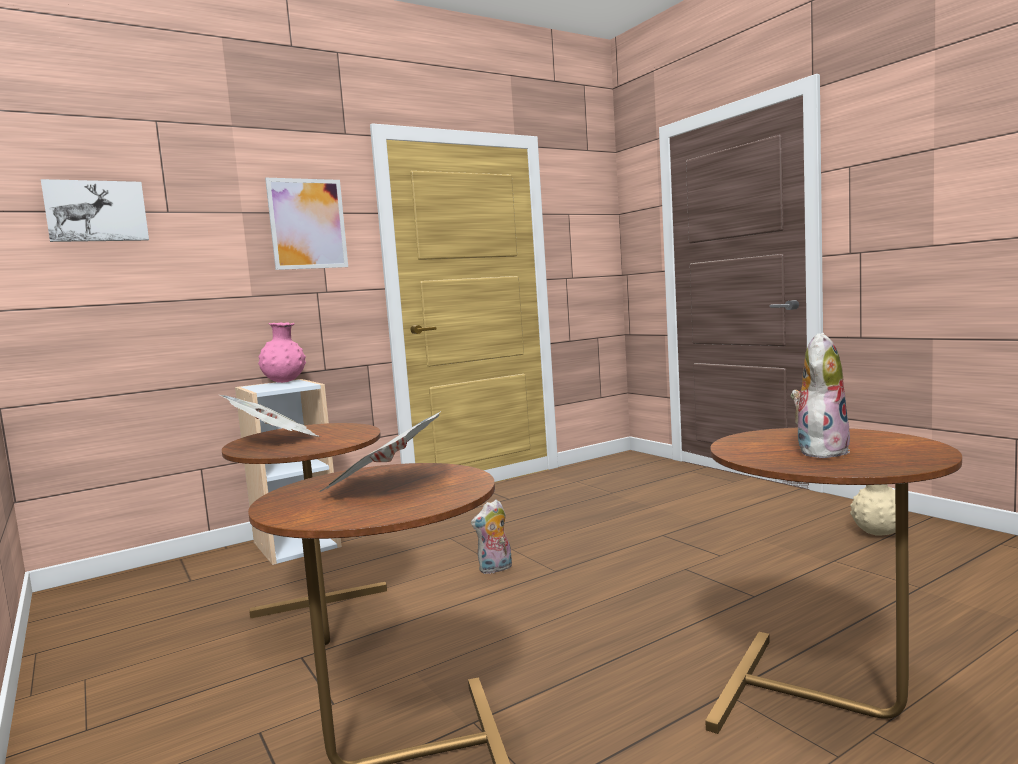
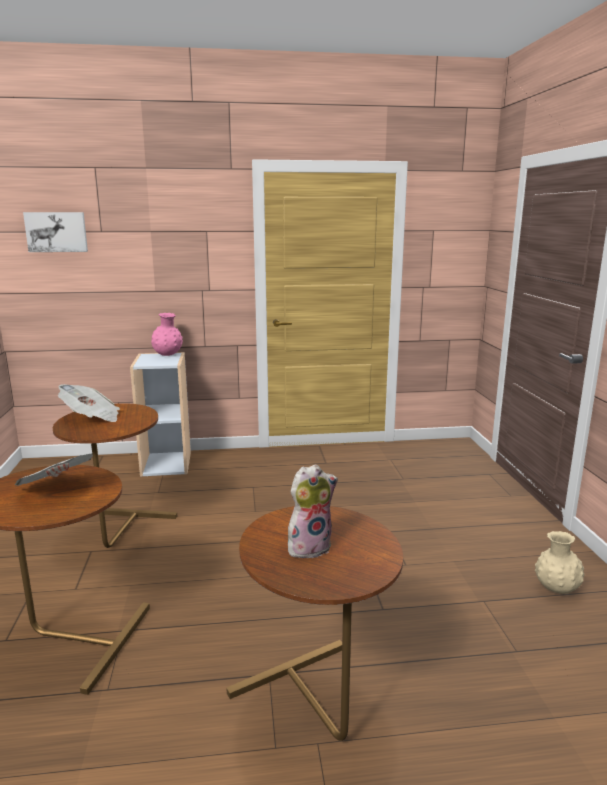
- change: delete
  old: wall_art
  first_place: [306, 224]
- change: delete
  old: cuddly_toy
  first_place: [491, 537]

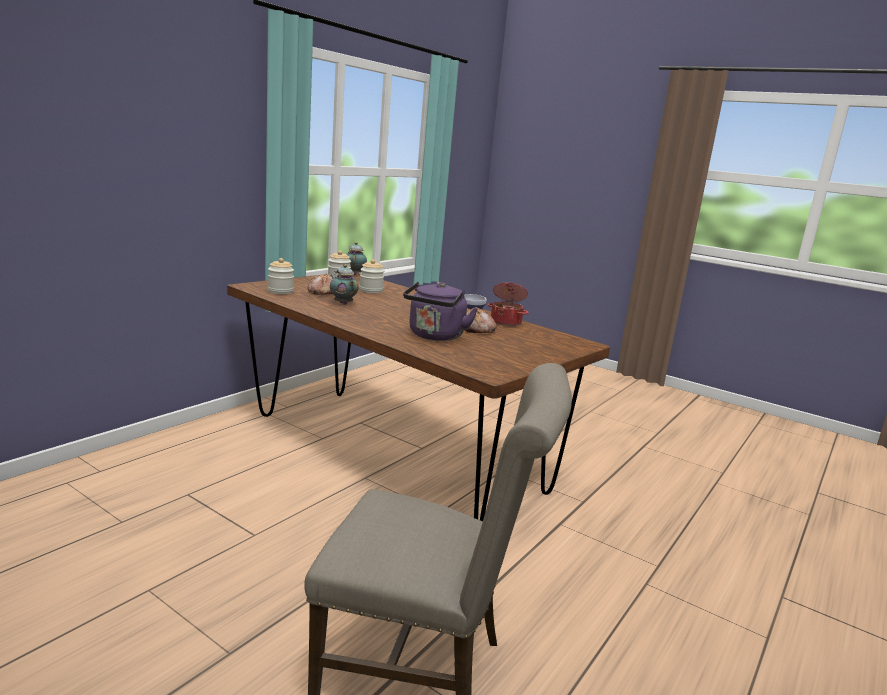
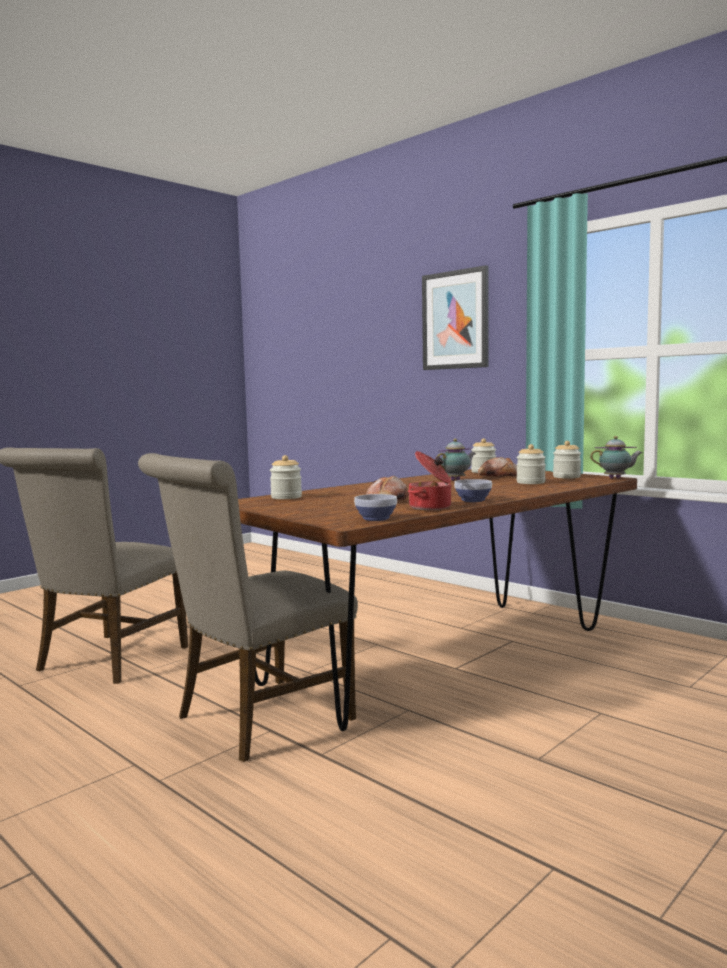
- change: delete
  old: purple_kettle
  first_place: [440, 311]
- change: insert
  new: beige_plain_chair
  second_place: [248, 607]
- change: insert
  new: storage_jar
  second_place: [286, 477]
- change: insert
  new: deep_dish
  second_place: [375, 507]
- change: insert
  new: wall_art
  second_place: [455, 317]

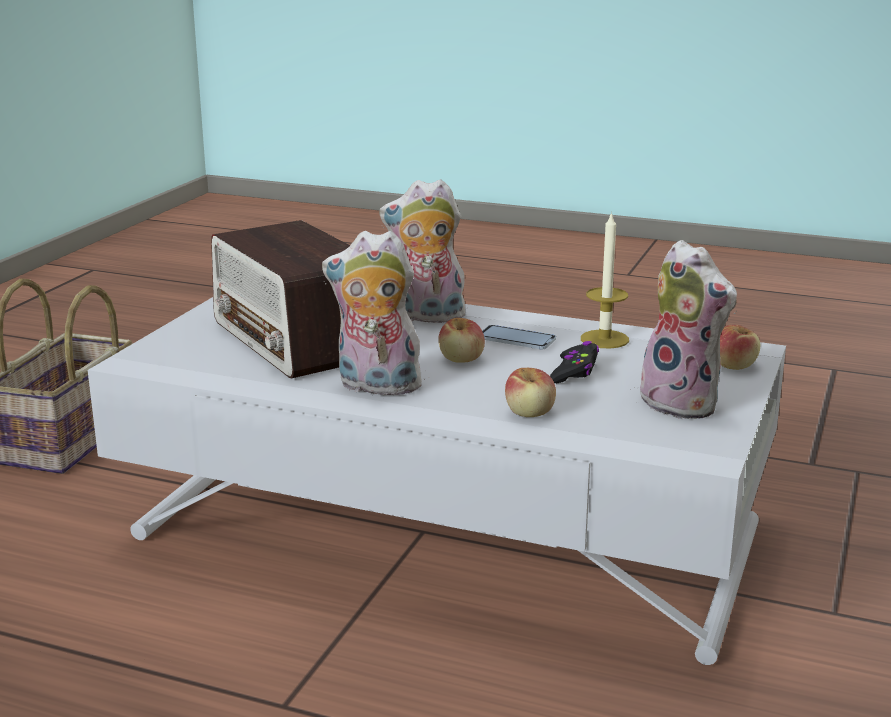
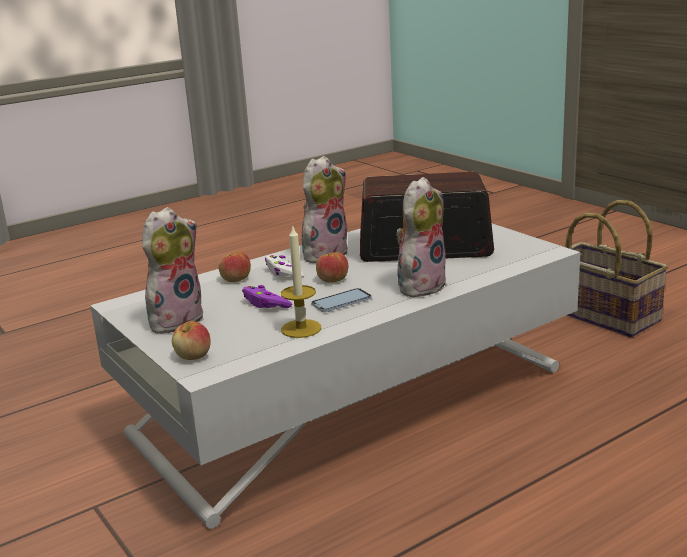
- change: recolor
  old: blackish_gamepad
  new: purple_gamepad
  first_place: [574, 362]
  second_place: [267, 296]
- change: rotate
  old: cuddly_toy
  first_place: [688, 329]
  second_place: [173, 270]
  degrees: 135
- change: insert
  new: white_gamepad
  second_place: [284, 266]

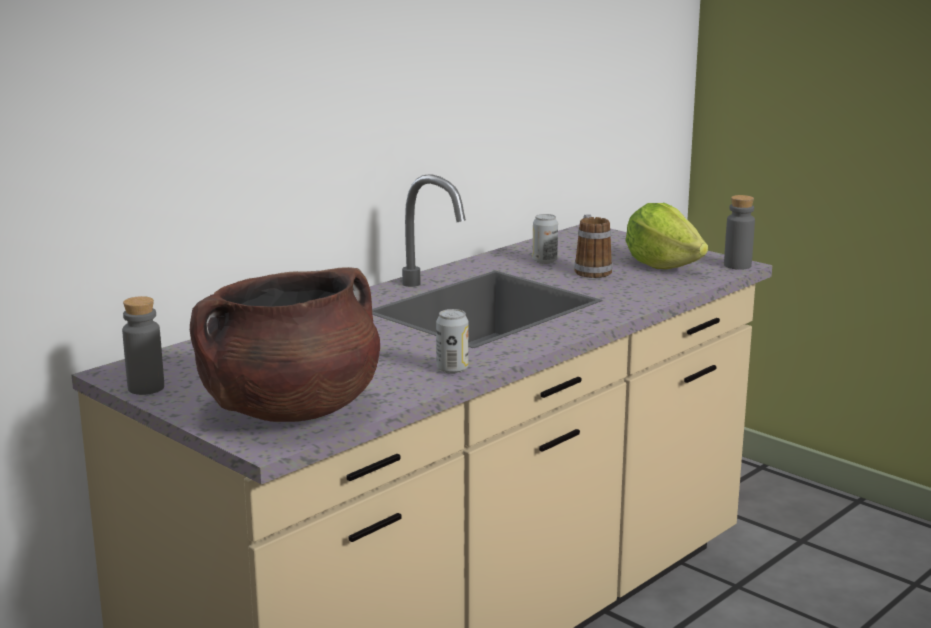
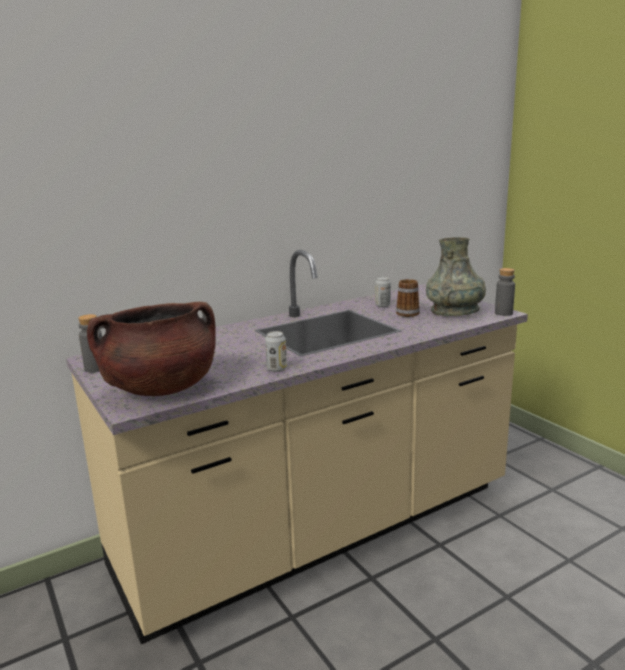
- change: replace
  old: lettuce_head
  new: greyish_decorative_vase
  first_place: [667, 236]
  second_place: [456, 276]

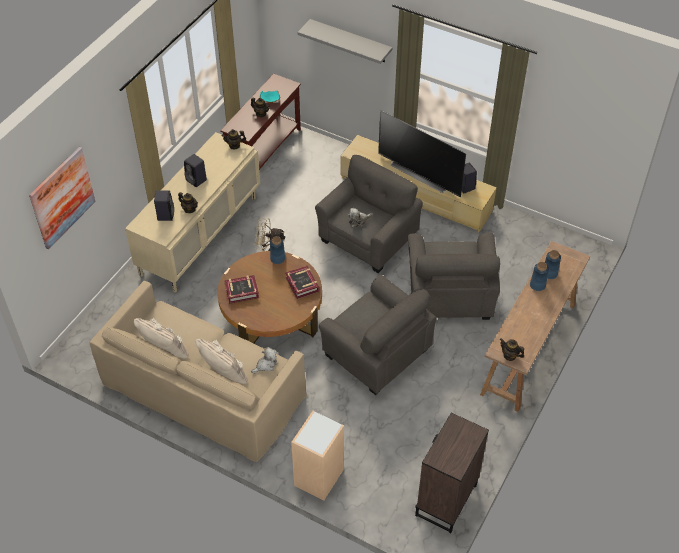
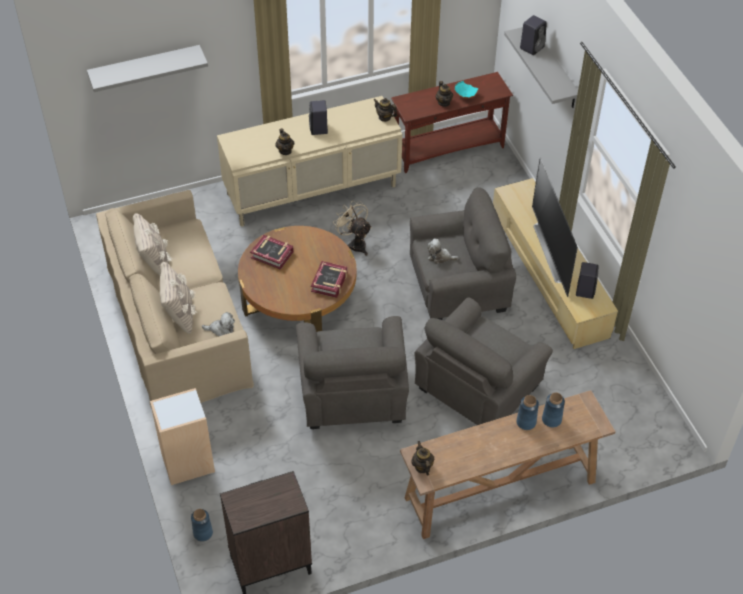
- change: replace
  old: wall_art
  new: greyish_bracket_shelf
  first_place: [62, 198]
  second_place: [147, 68]
- change: move
  old: blackish_loudspeaker
  first_place: [164, 206]
  second_place: [533, 35]
- change: move
  old: bluish_decorative_vase
  first_place: [277, 250]
  second_place: [202, 525]

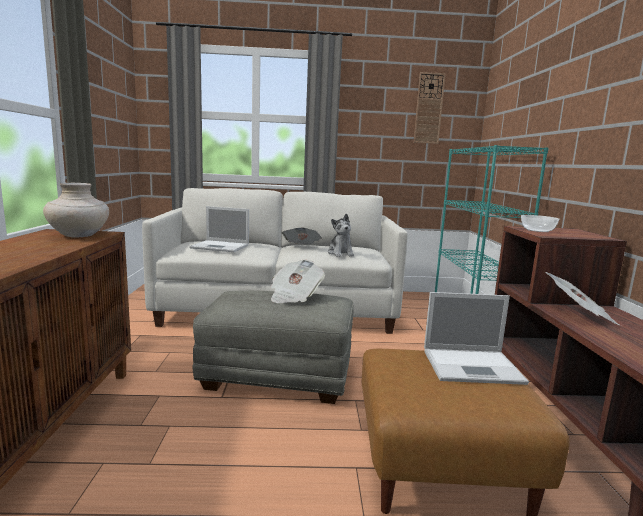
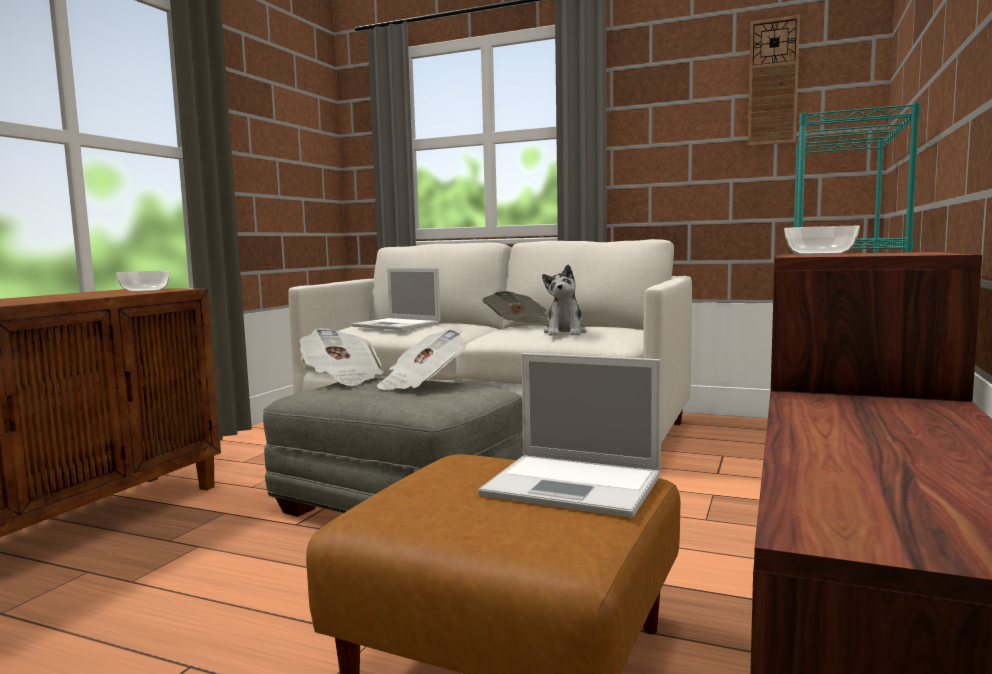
- change: replace
  old: beige_decorative_vase
  new: deep_dish
  first_place: [76, 210]
  second_place: [143, 281]
- change: move
  old: printed_paper
  first_place: [583, 299]
  second_place: [342, 357]

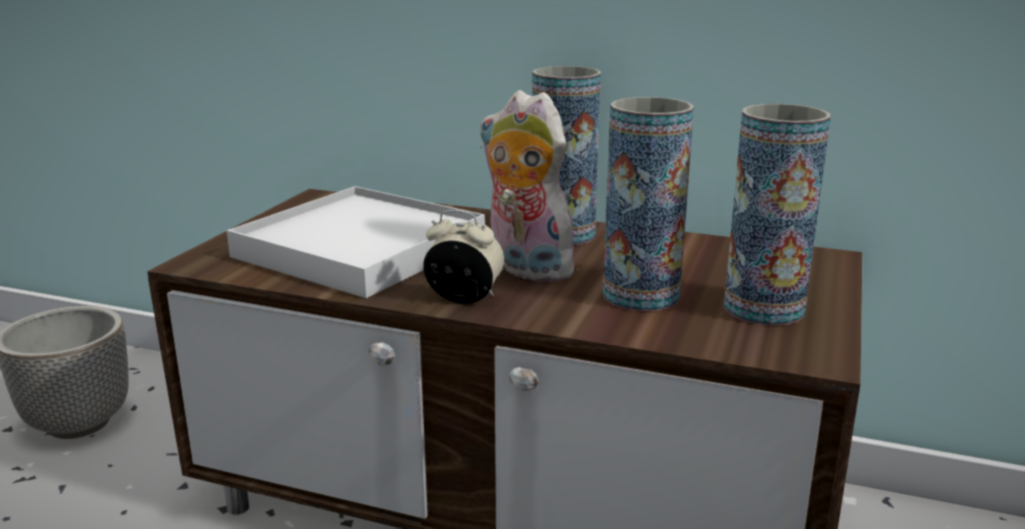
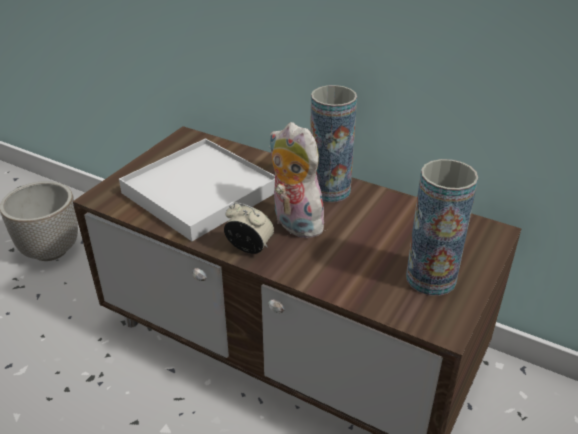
- change: delete
  old: decorative_vase
  first_place: [648, 204]

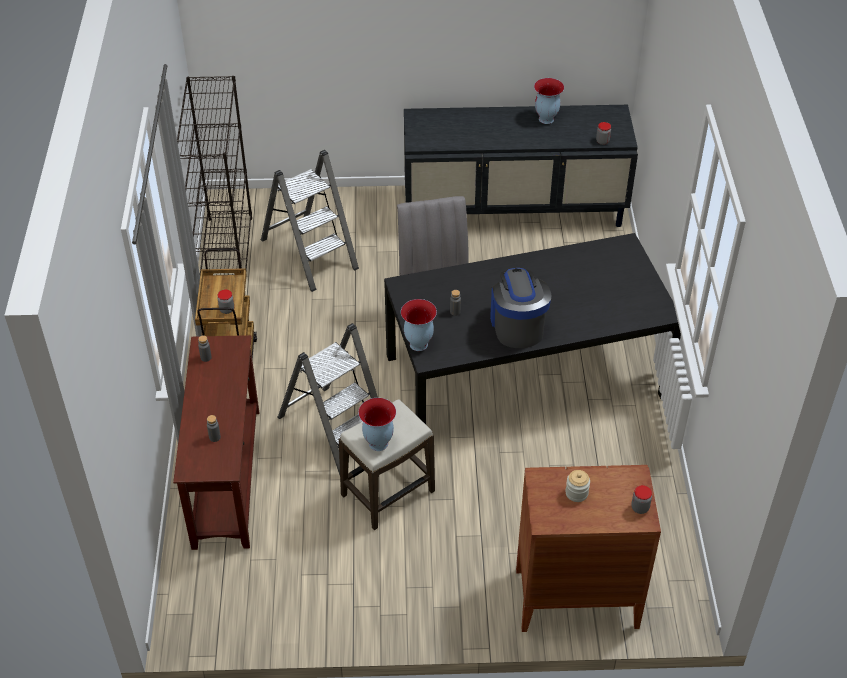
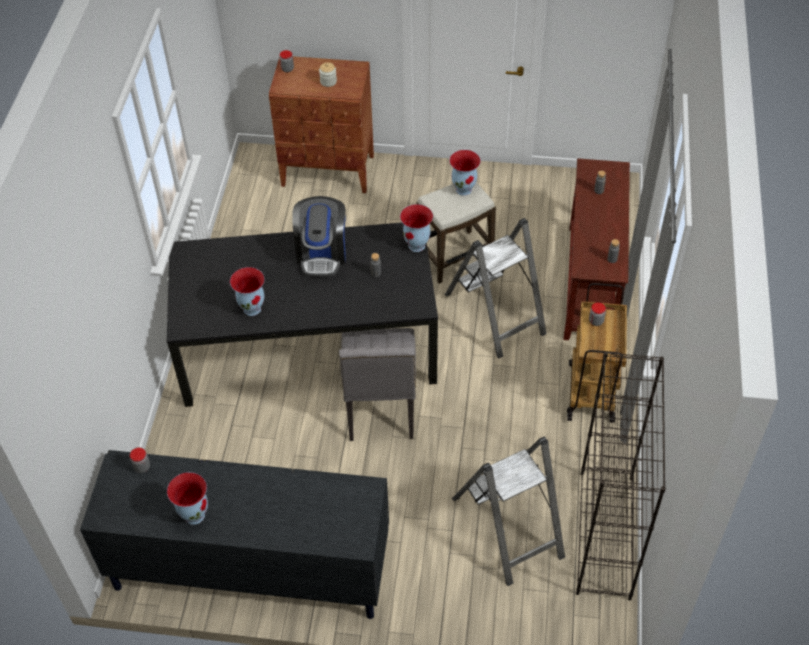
- change: insert
  new: decorative_vase
  second_place: [247, 291]

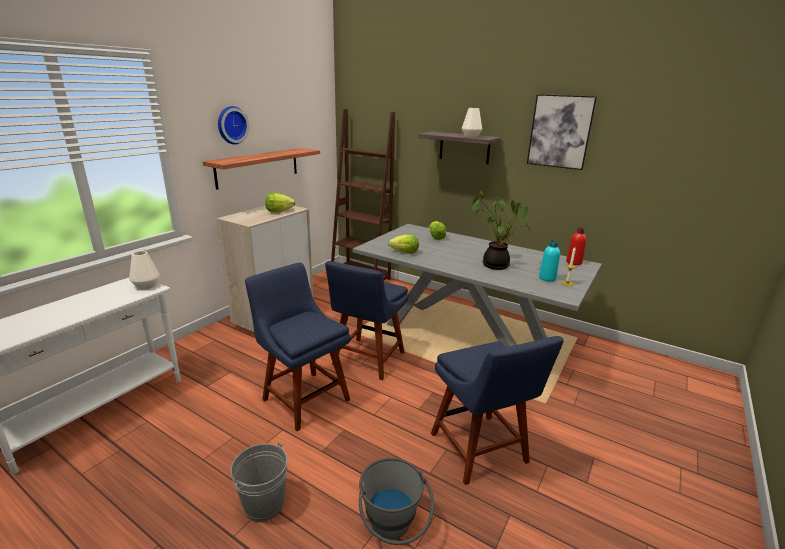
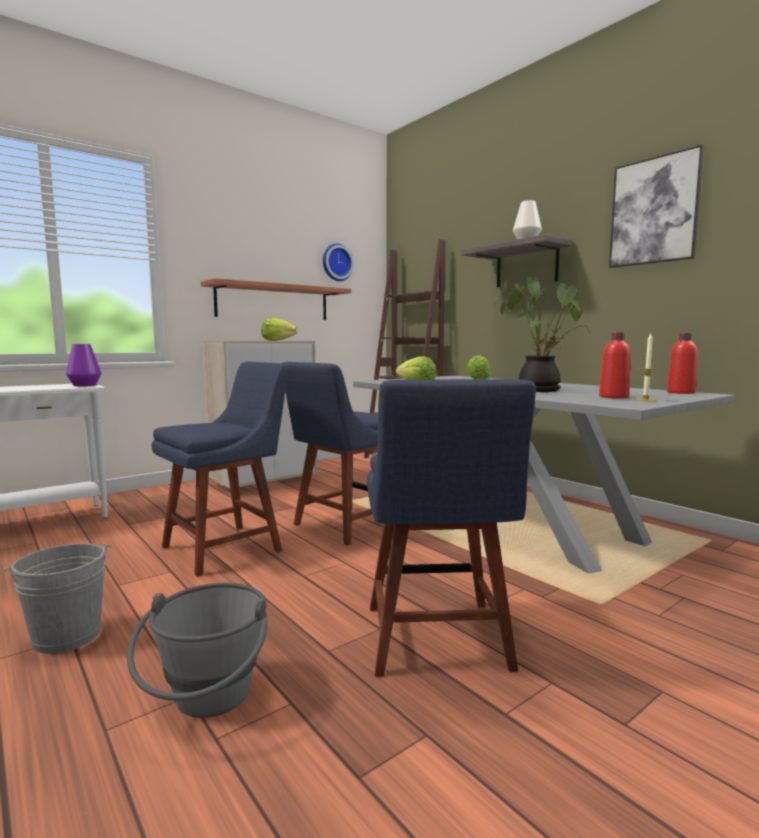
- change: recolor
  old: white_decorative_vase
  new: purple_decorative_vase
  first_place: [144, 270]
  second_place: [84, 365]
- change: move
  old: wall_clock
  first_place: [233, 125]
  second_place: [338, 262]
- change: rotate
  old: bluish_plain_chair
  first_place: [298, 347]
  second_place: [220, 469]
  degrees: 75
- change: recolor
  old: turquoise_beverage_bottle
  new: reddish_beverage_bottle
  first_place: [549, 261]
  second_place: [615, 365]

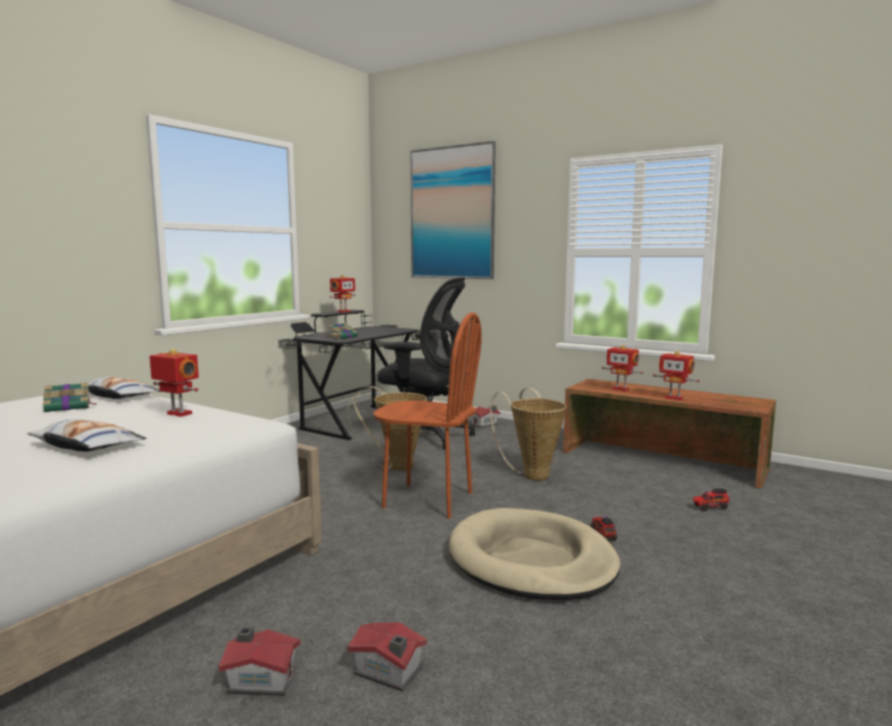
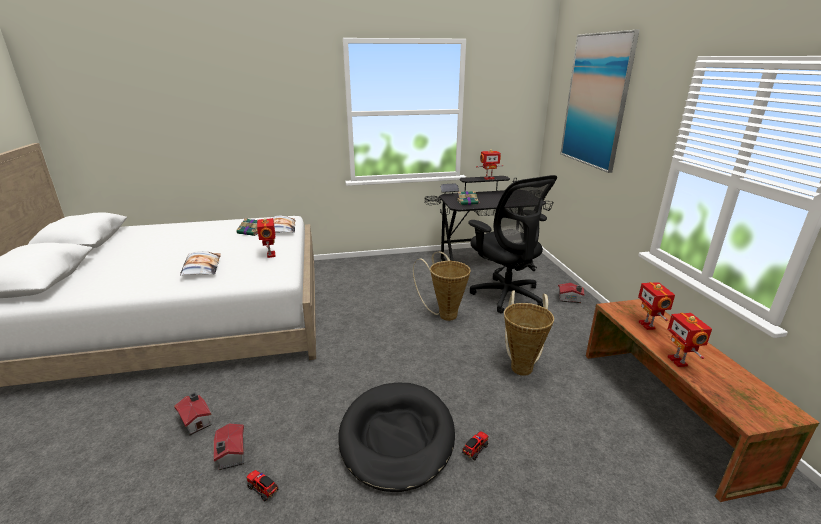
- change: delete
  old: brownish_plain_chair
  first_place: [427, 415]
- change: recolor
  old: beige_pet_bed
  new: blackish_pet_bed
  first_place: [535, 554]
  second_place: [396, 437]
- change: move
  old: toy_truck
  first_place: [711, 499]
  second_place: [262, 485]

